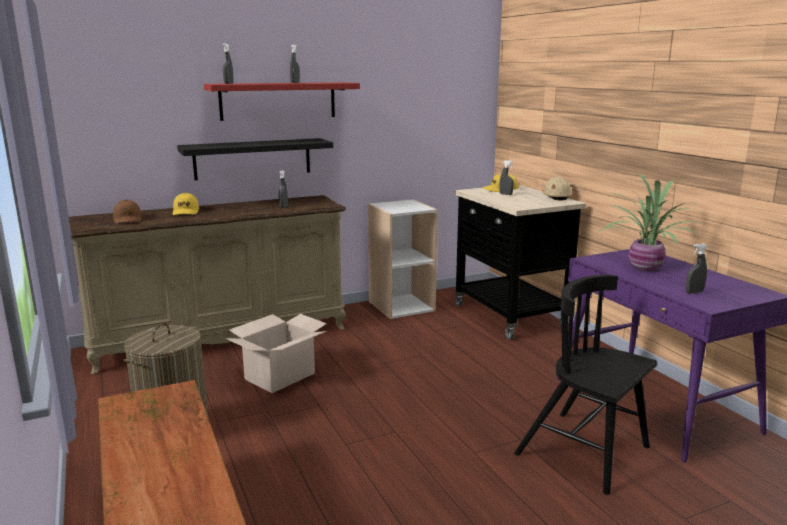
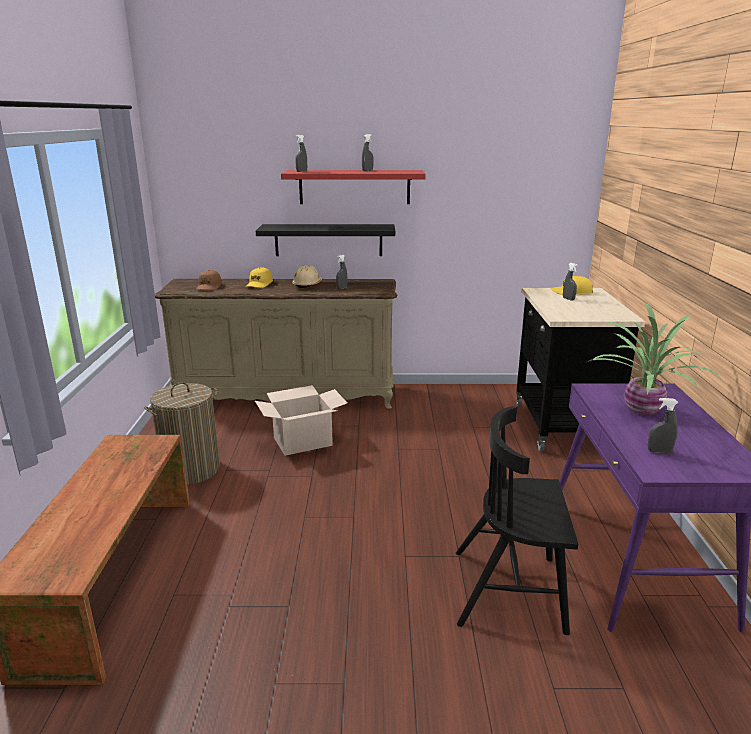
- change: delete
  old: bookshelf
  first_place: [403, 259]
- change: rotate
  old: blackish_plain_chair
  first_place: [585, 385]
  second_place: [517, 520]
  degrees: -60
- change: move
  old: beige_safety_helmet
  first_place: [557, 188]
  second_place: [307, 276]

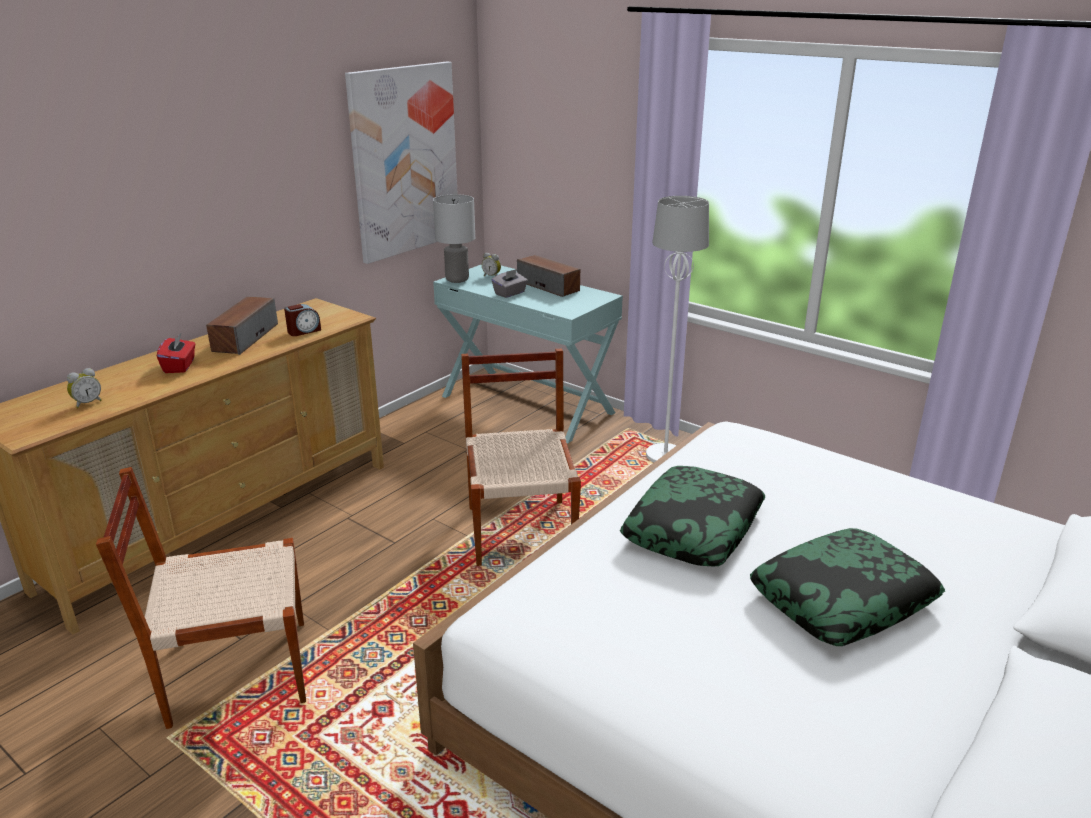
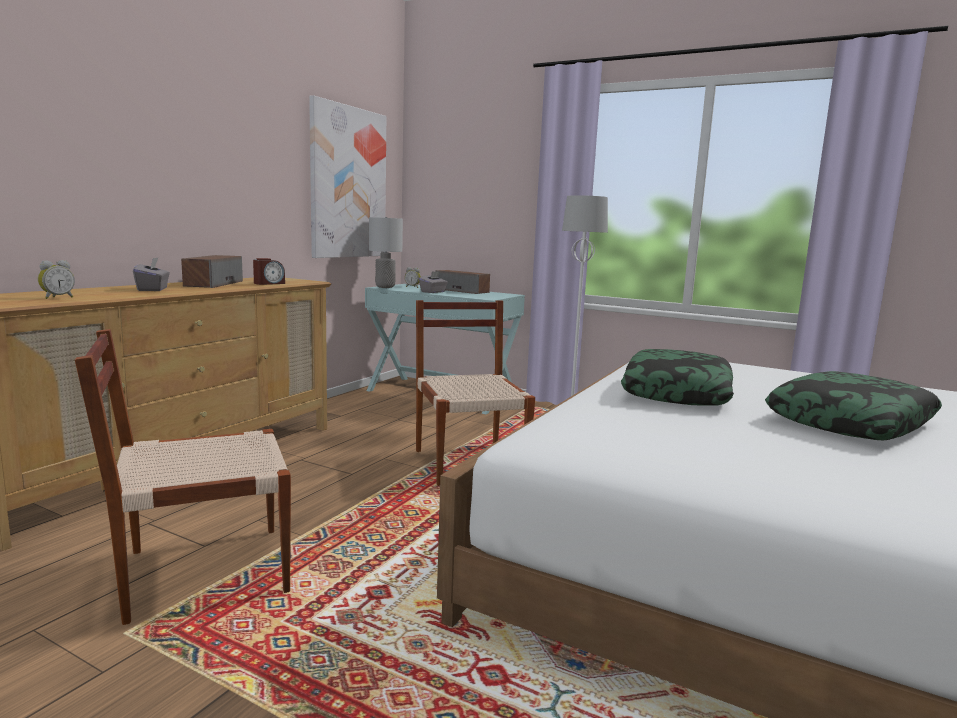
- change: recolor
  old: reddish_tissue_box
  new: greyish_tissue_box
  first_place: [176, 352]
  second_place: [151, 274]

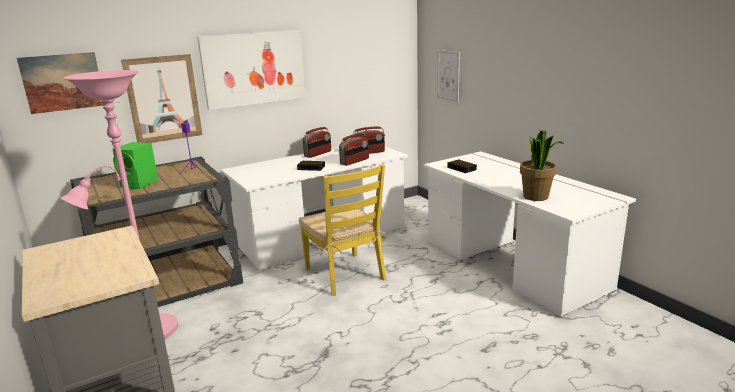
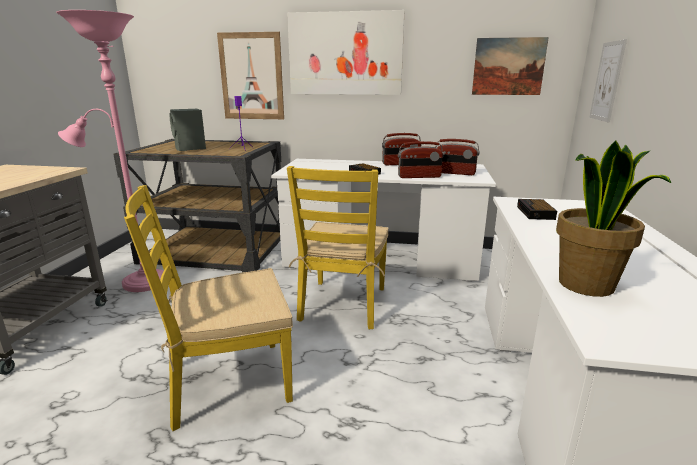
- change: move
  old: wall_art
  first_place: [60, 83]
  second_place: [510, 66]
- change: recolor
  old: green-coloured_loudspeaker
  new: greyish_loudspeaker
  first_place: [135, 165]
  second_place: [188, 130]
- change: insert
  new: yellow-coloured_plain_chair
  second_place: [208, 308]

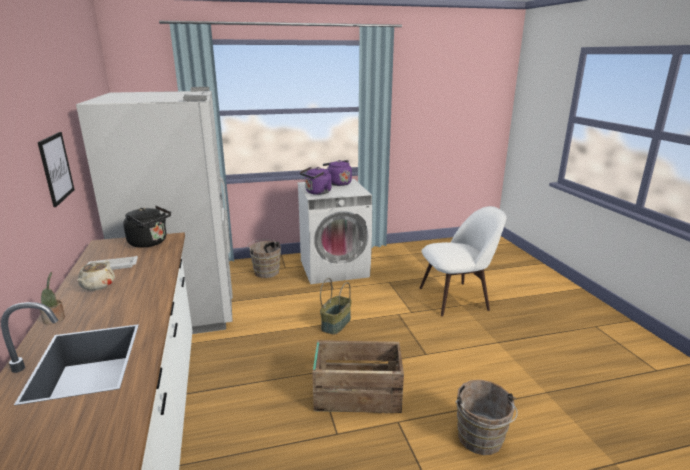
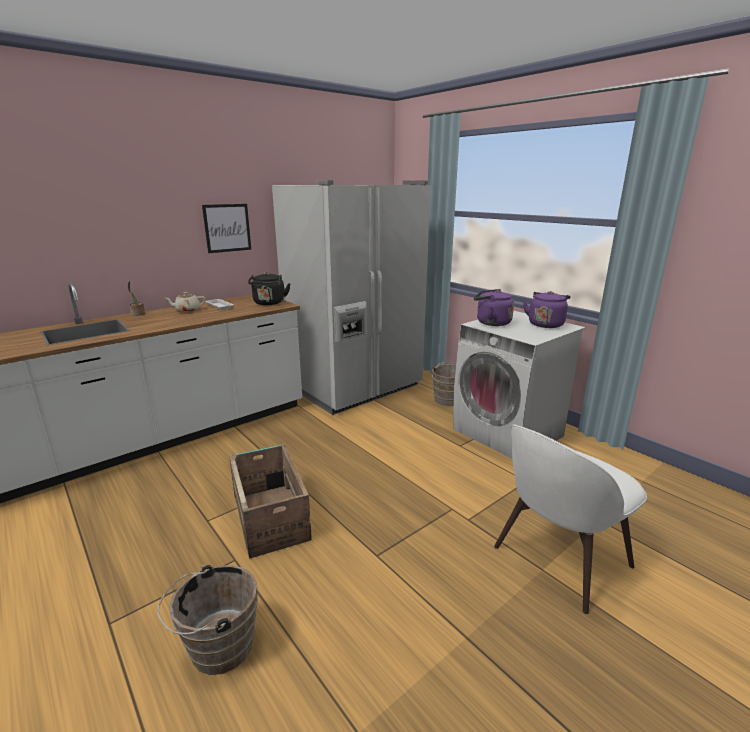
- change: delete
  old: household_basket
  first_place: [336, 306]
- change: rotate
  old: white_plain_chair
  first_place: [462, 261]
  second_place: [570, 519]
  degrees: 90

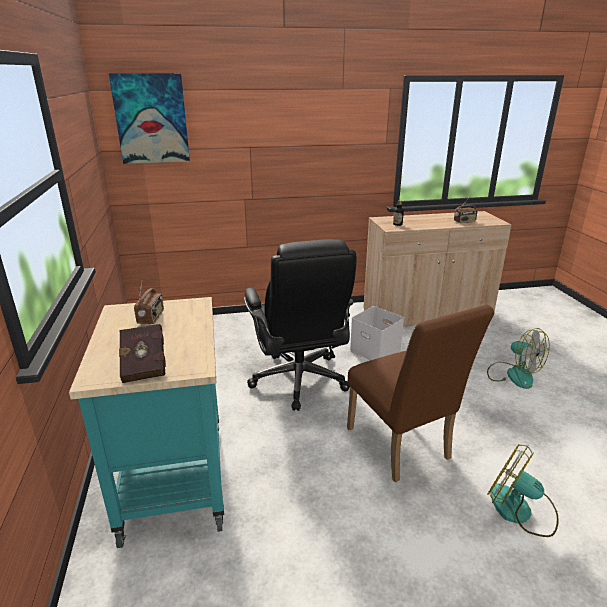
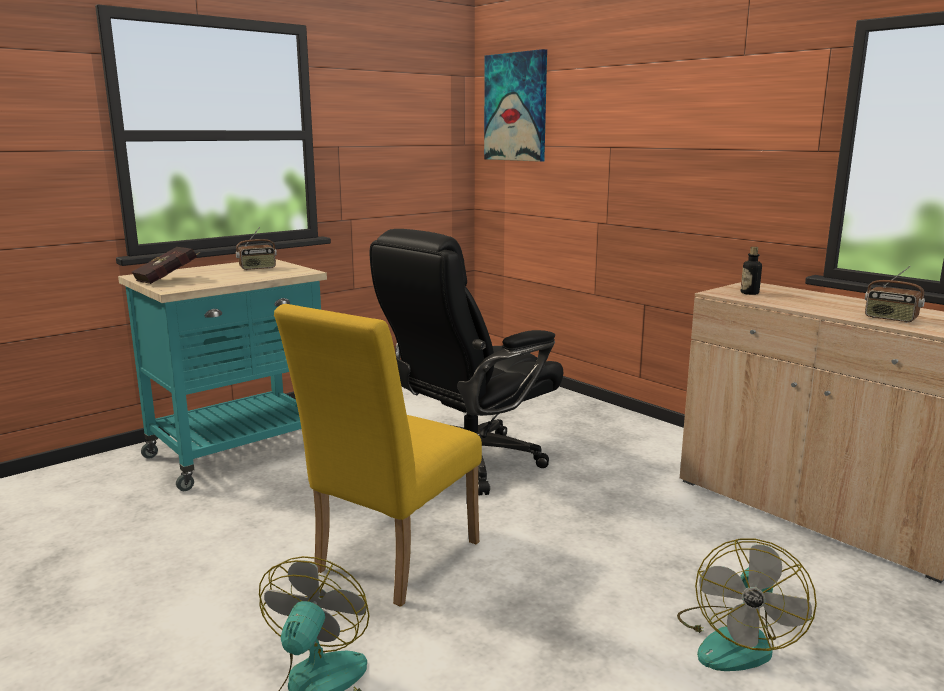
- change: recolor
  old: brownish_plain_chair
  new: yellow-coloured_plain_chair
  first_place: [420, 393]
  second_place: [378, 455]
- change: delete
  old: white_storage_bin
  first_place: [377, 333]

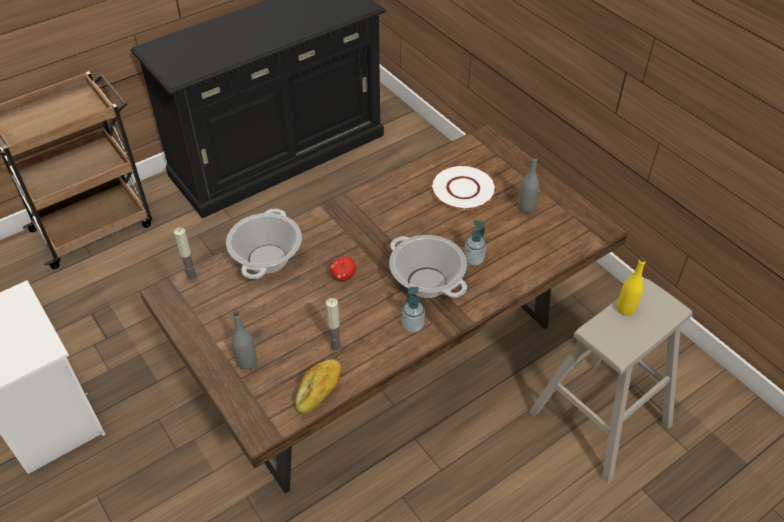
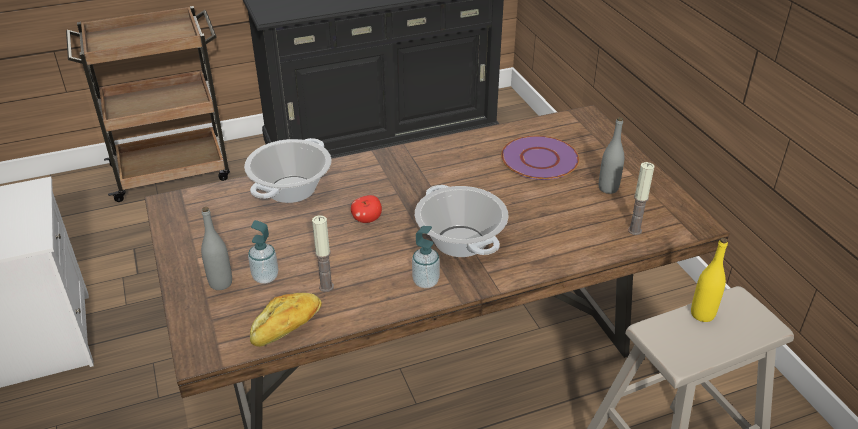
- change: move
  old: candle
  first_place: [186, 254]
  second_place: [641, 198]
- change: recolor
  old: white_plate
  new: purple_plate
  first_place: [463, 187]
  second_place: [540, 158]
- change: move
  old: soap_bottle
  first_place: [475, 243]
  second_place: [263, 252]

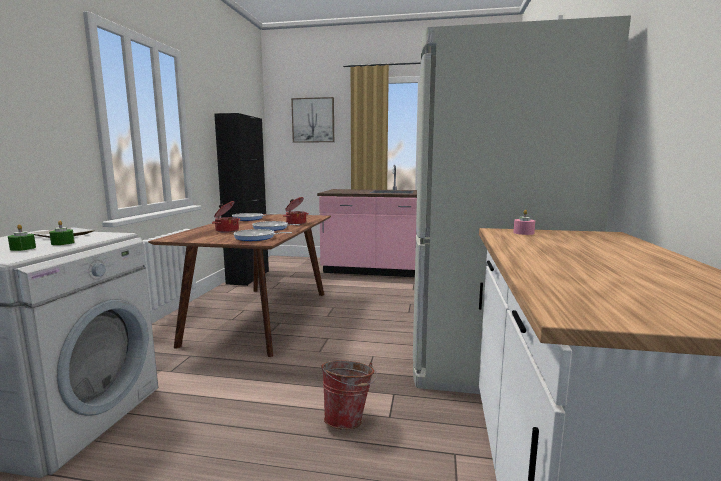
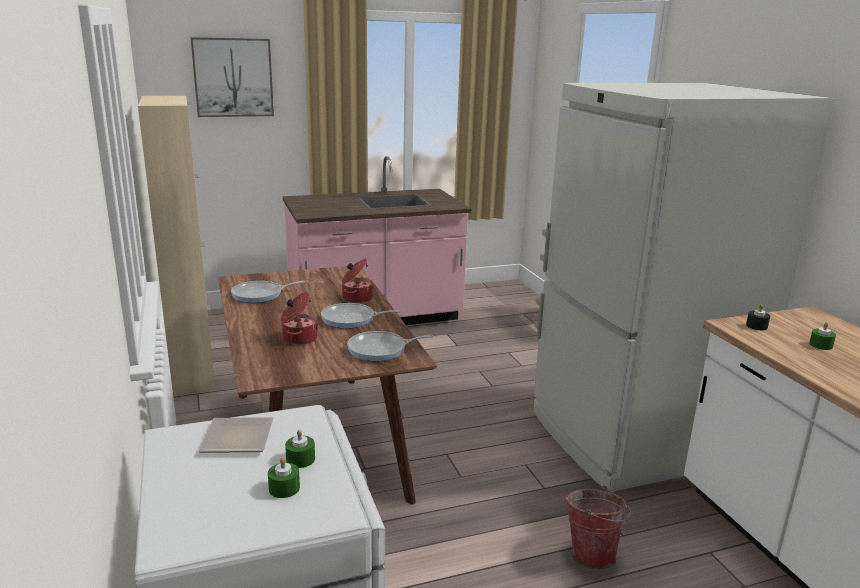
- change: recolor
  old: blackish_cabinet
  new: beige_cabinet
  first_place: [241, 199]
  second_place: [176, 245]
- change: recolor
  old: pinkish_candle
  new: blackish_candle
  first_place: [524, 222]
  second_place: [758, 317]
- change: insert
  new: green-coloured_candle
  second_place: [822, 336]

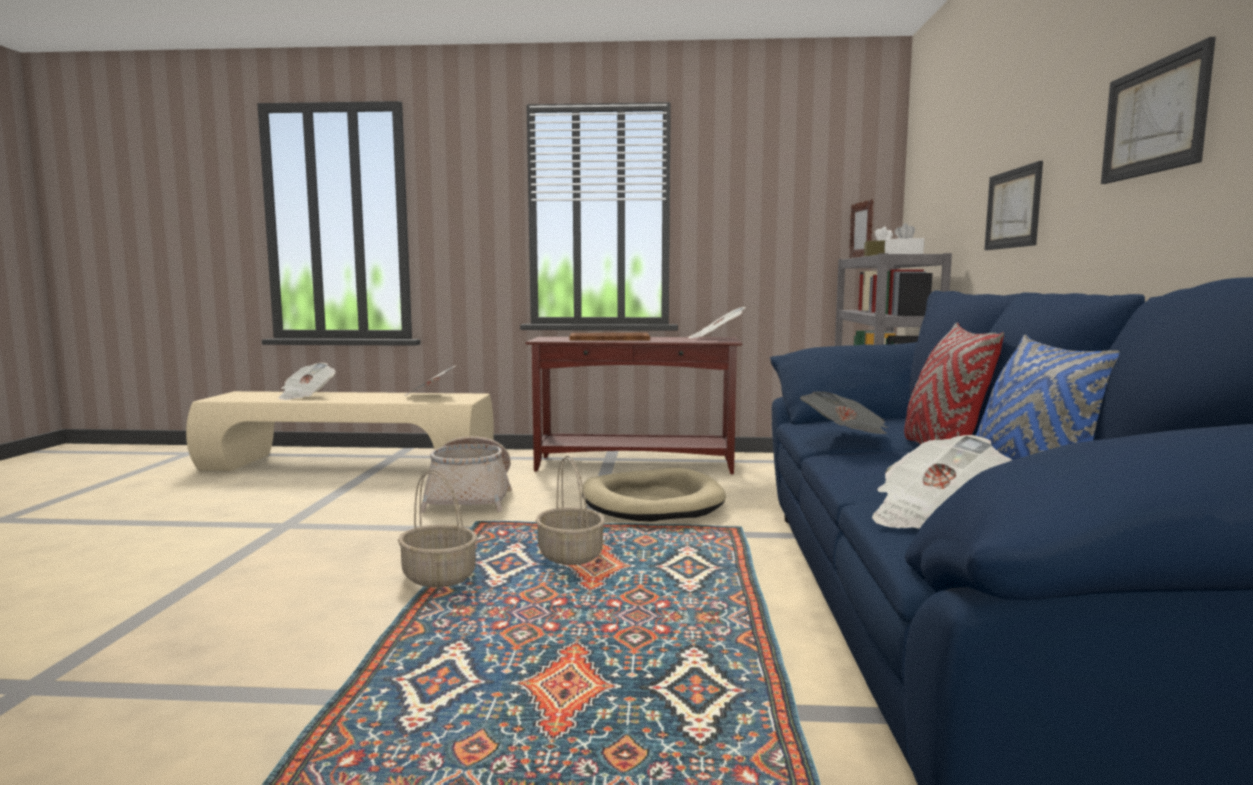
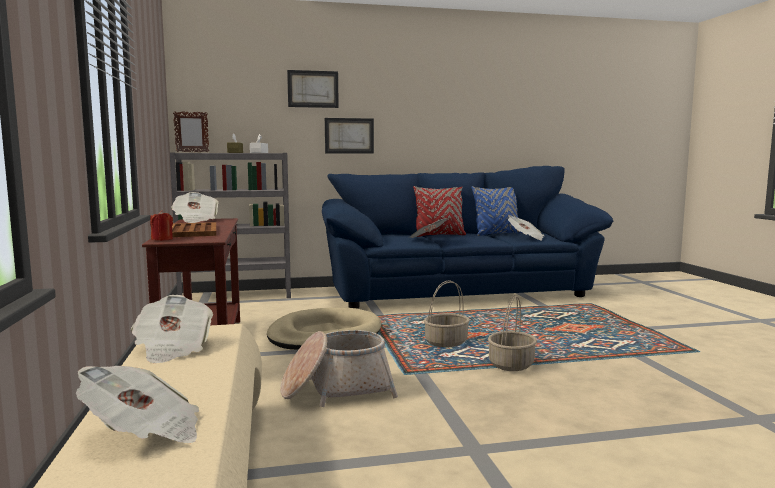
- change: move
  old: wall_art
  first_place: [1158, 110]
  second_place: [313, 89]
- change: insert
  new: reddish_candle
  second_place: [161, 225]

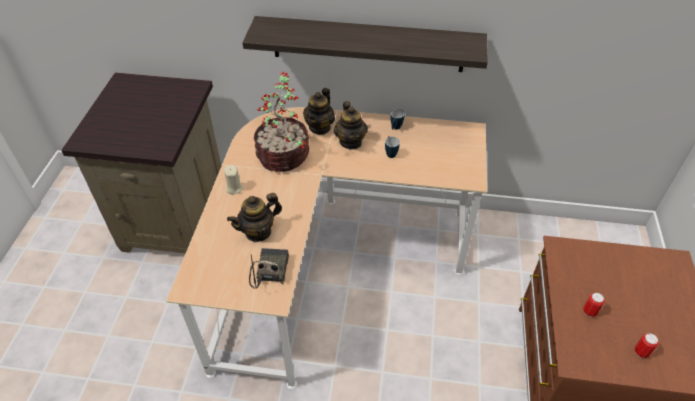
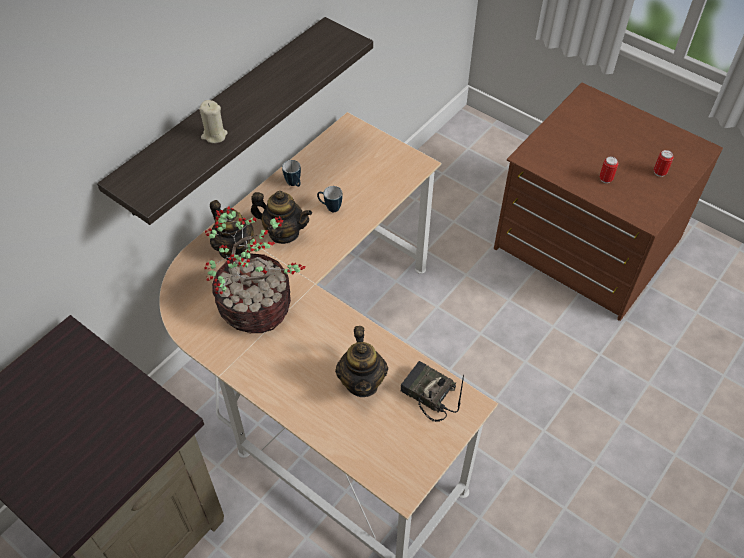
- change: move
  old: beige_candle
  first_place: [233, 180]
  second_place: [213, 121]

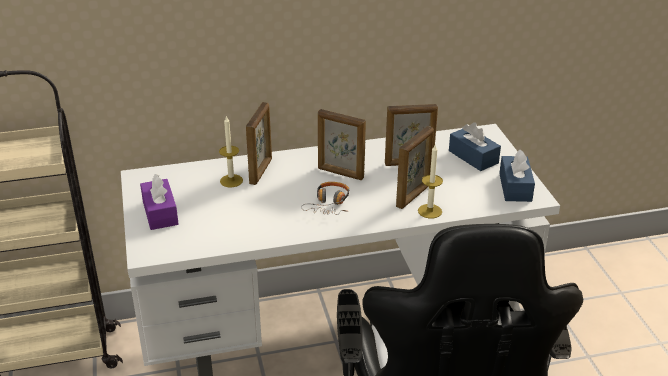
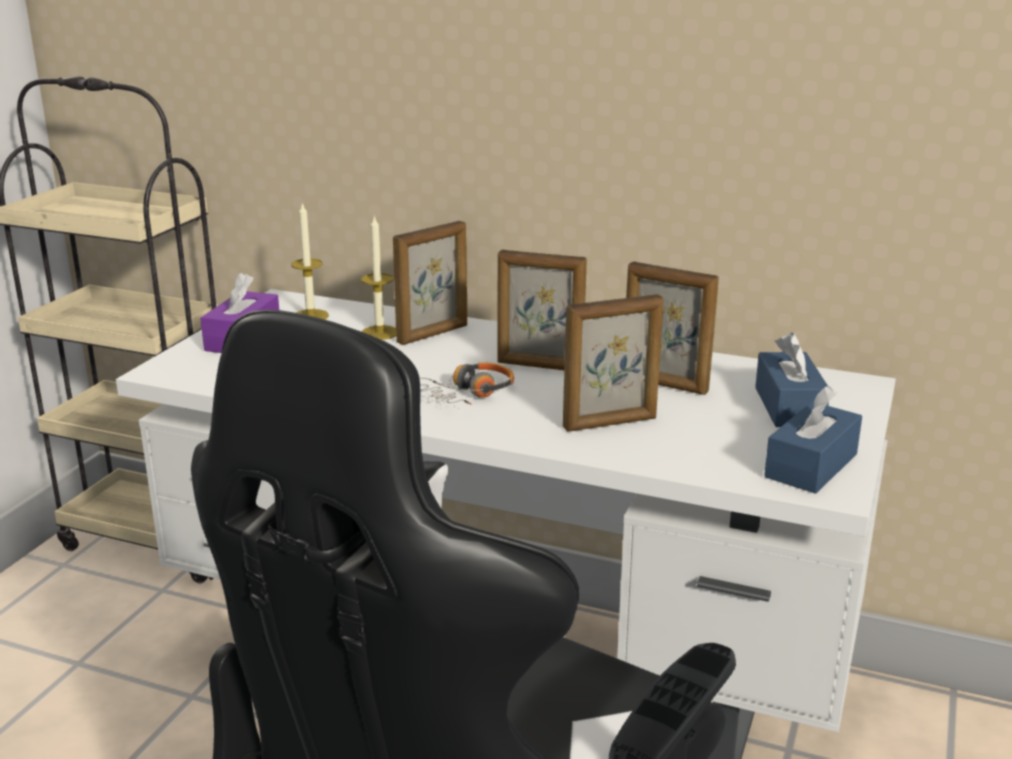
- change: rotate
  old: standing_frame
  first_place: [342, 144]
  second_place: [542, 310]
  degrees: -45
- change: move
  old: candle
  first_place: [430, 182]
  second_place: [310, 261]

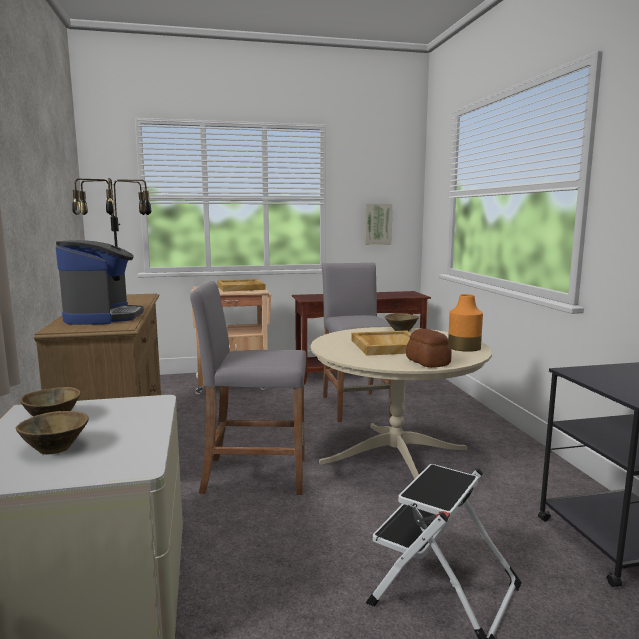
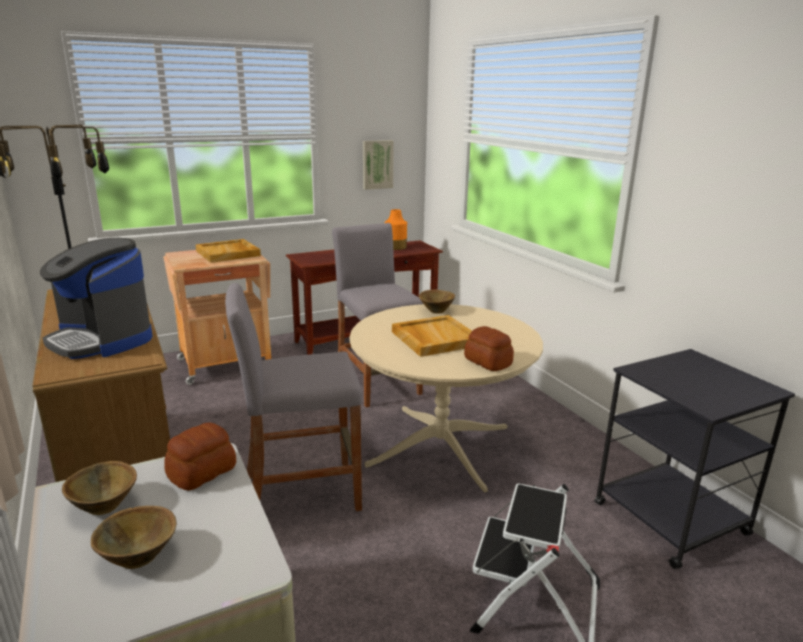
- change: rotate
  old: coffee_machine
  first_place: [100, 282]
  second_place: [96, 298]
  degrees: 150
- change: move
  old: orange_decorative_vase
  first_place: [465, 323]
  second_place: [395, 229]
- change: insert
  new: bakery_bread
  second_place: [200, 457]

